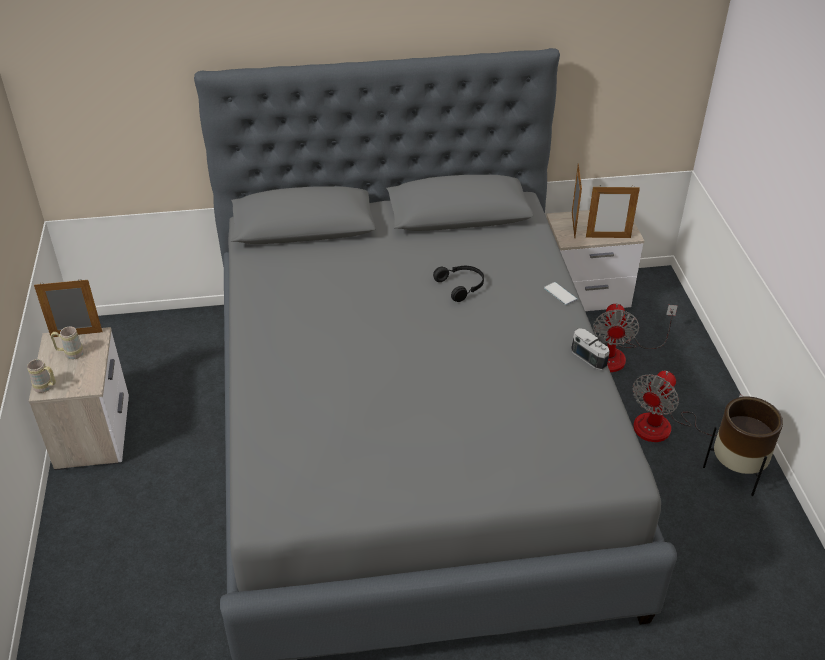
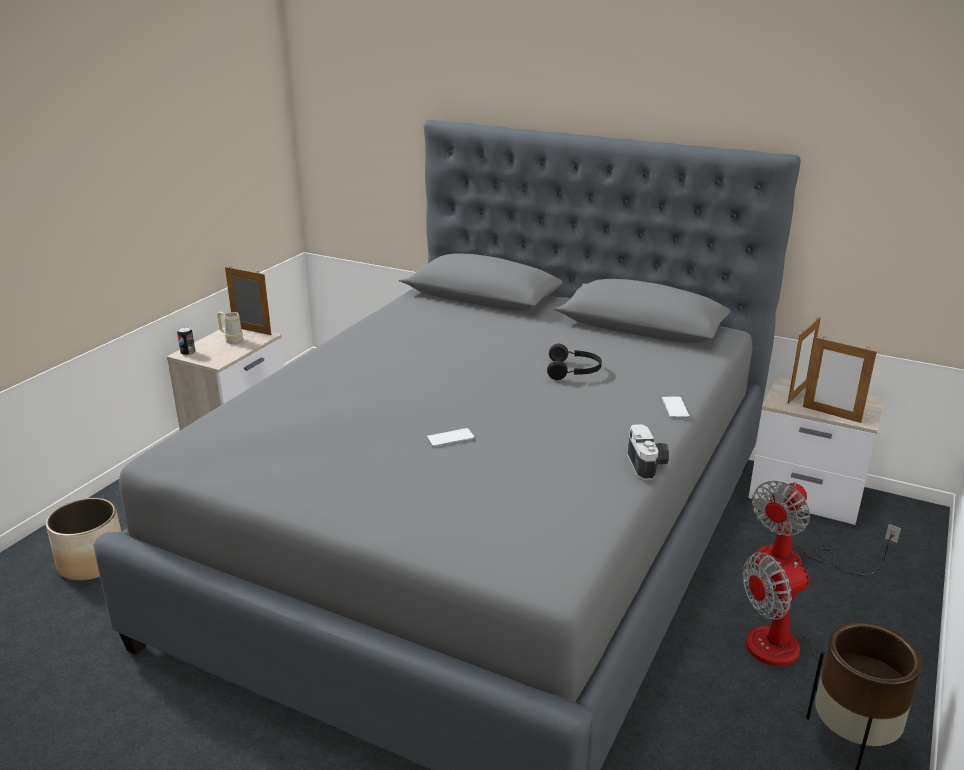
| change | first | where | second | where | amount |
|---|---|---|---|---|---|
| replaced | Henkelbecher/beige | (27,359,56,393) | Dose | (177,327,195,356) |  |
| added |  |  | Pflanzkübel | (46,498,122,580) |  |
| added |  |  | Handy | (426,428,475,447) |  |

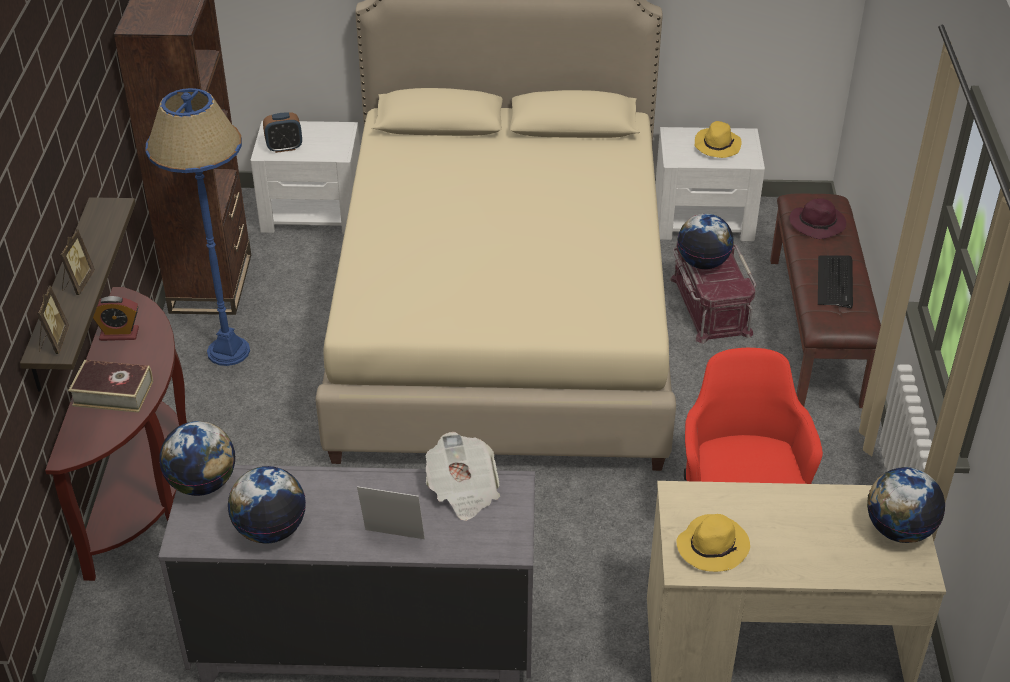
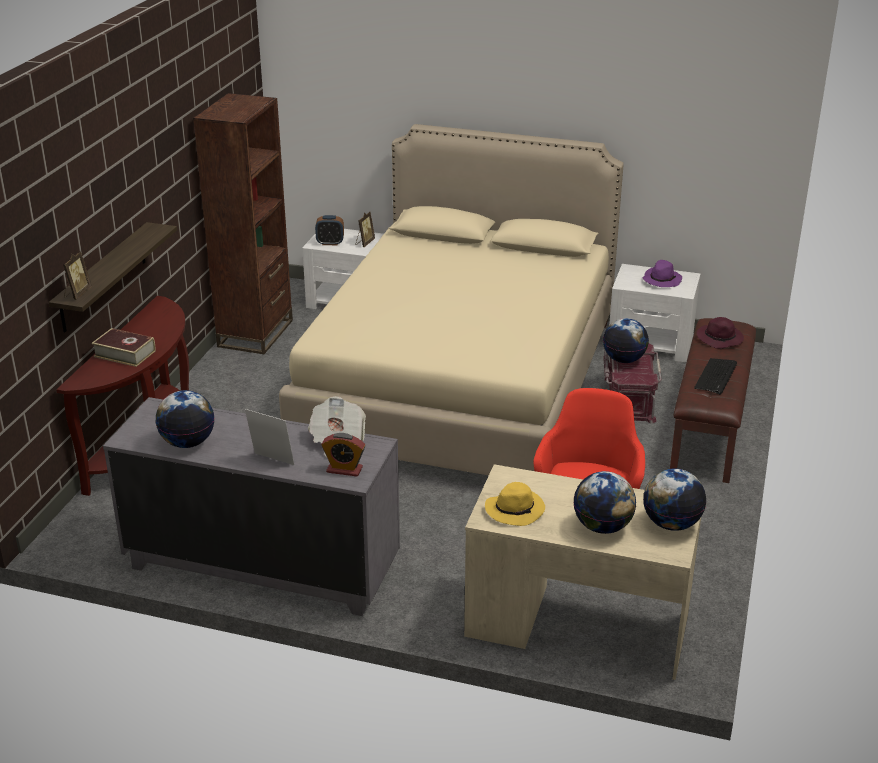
| change | first | where | second | where | amount |
|---|---|---|---|---|---|
| moved | Bilderrahmen | (59,229,95,295) |  | (356,212,375,247) |  |
| moved | Wecker | (93,296,139,341) |  | (322,433,365,477) |  |
| removed | Stehlampe/blau | (145,88,250,366) |  |  |  |
| moved | Globus | (159,421,235,496) |  | (573,471,636,534) |  |
| recoloured | Hut/gelb | (694,121,742,158) | Hut/lila | (642,260,682,287) |  |

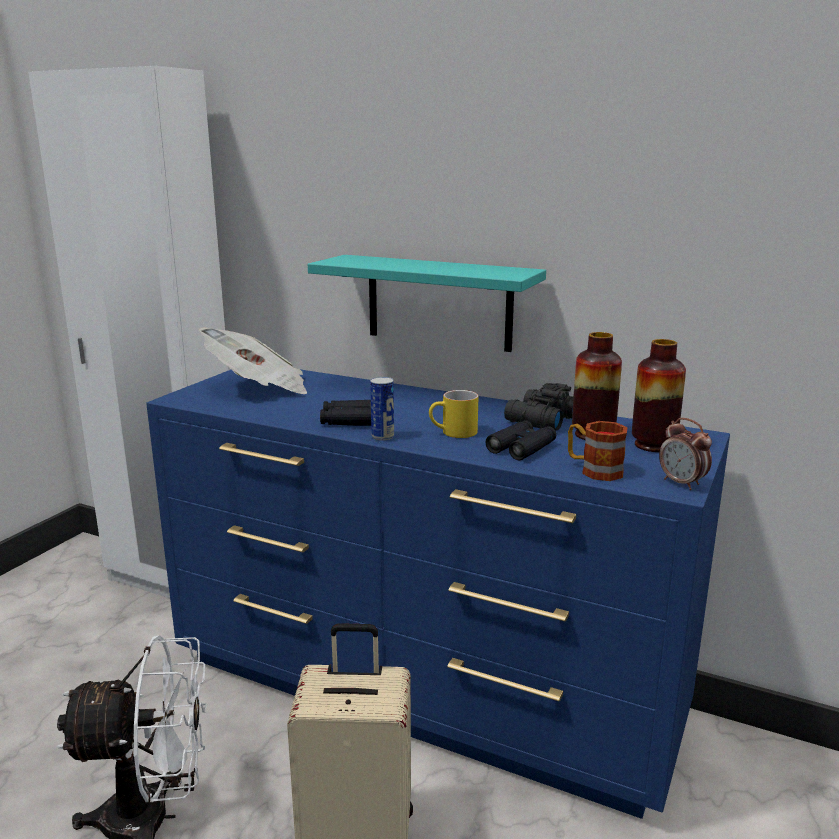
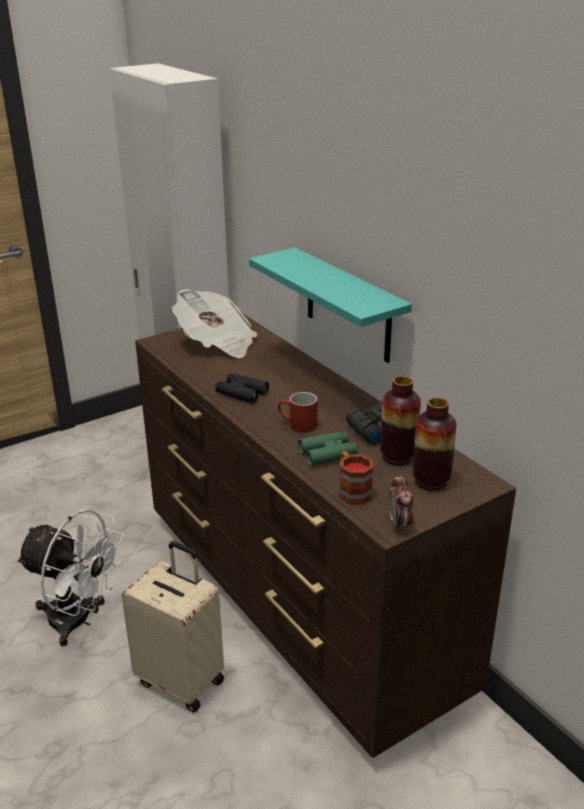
| change | first | where | second | where | amount |
|---|---|---|---|---|---|
| recoloured | Kommode/blau | (146,369,730,819) | Kommode/braun | (135,313,516,758) |  |
| removed | Dose | (370,377,394,441) |  |  |  |
| recoloured | Henkelbecher/gelb | (429,390,479,438) | Henkelbecher/rot | (278,392,318,433) |  |
| recoloured | Fernglas/schwarz | (486,420,556,461) | Fernglas/grün | (298,431,358,466) |  |

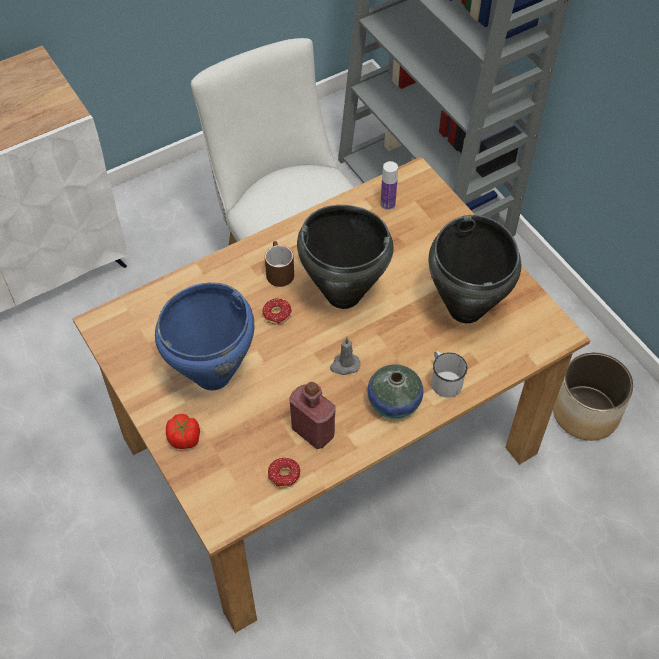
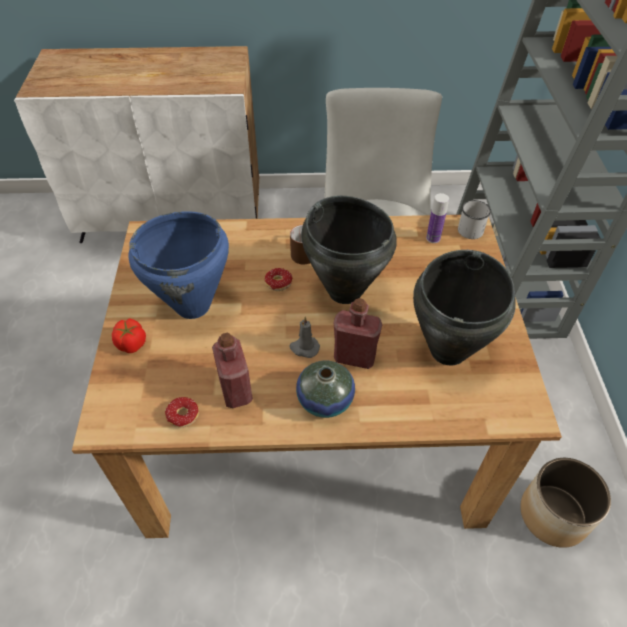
| change | first | where | second | where | amount |
|---|---|---|---|---|---|
| moved | Henkelbecher/weiß | (432,351,468,398) |  | (458,200,491,239) |  |
| added |  |  | Flasche/rot | (334,298,382,369) |  |

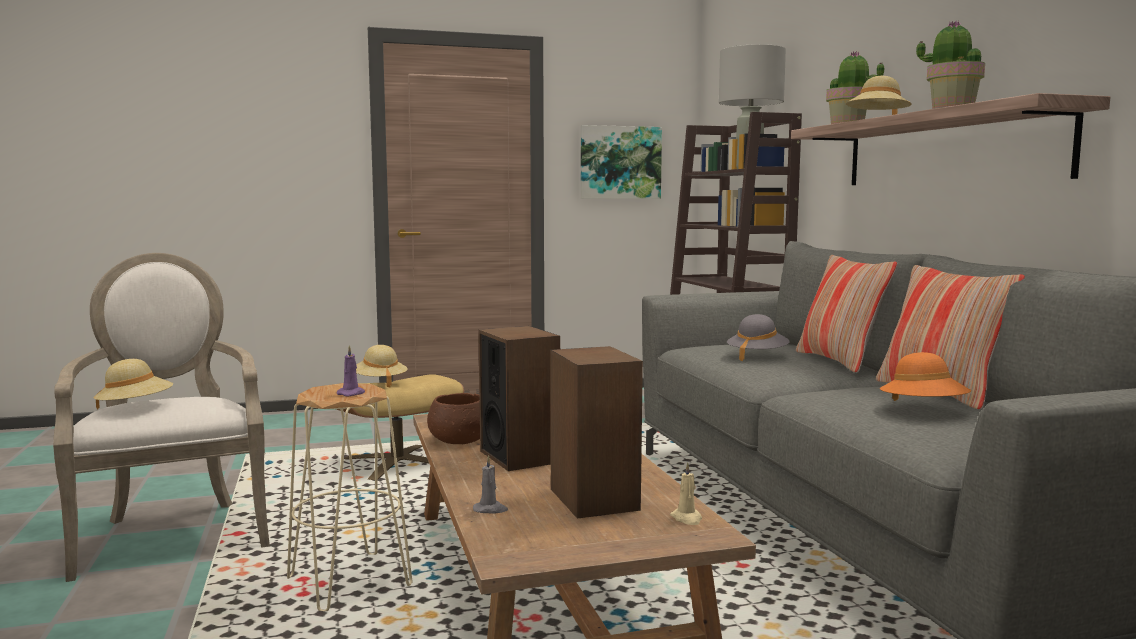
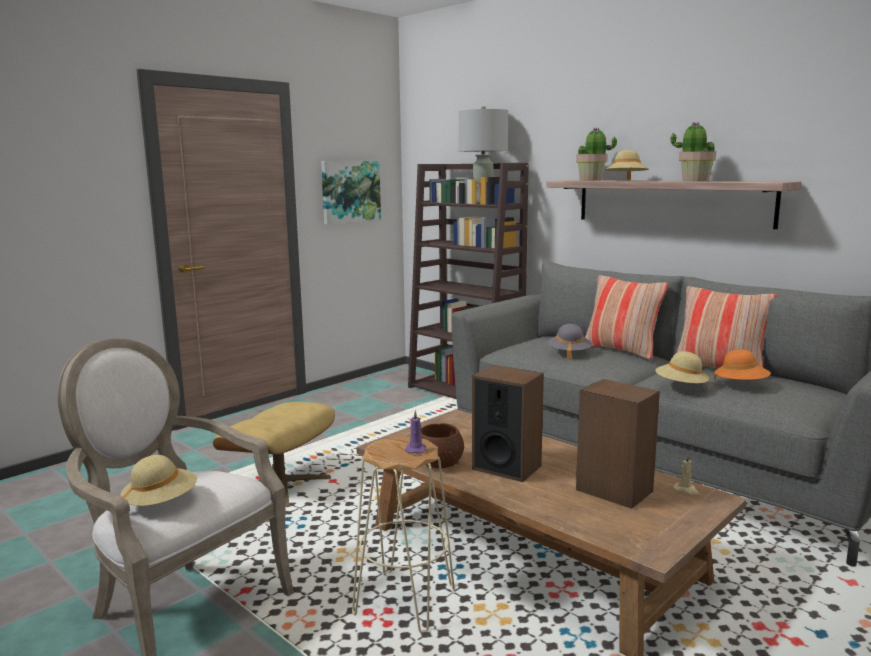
| change | first | where | second | where | amount |
|---|---|---|---|---|---|
| moved | Hut/beige | (356,345,408,387) |  | (655,351,710,391) |  |
| removed | Kerze/grau | (473,455,508,514) |  |  |  |

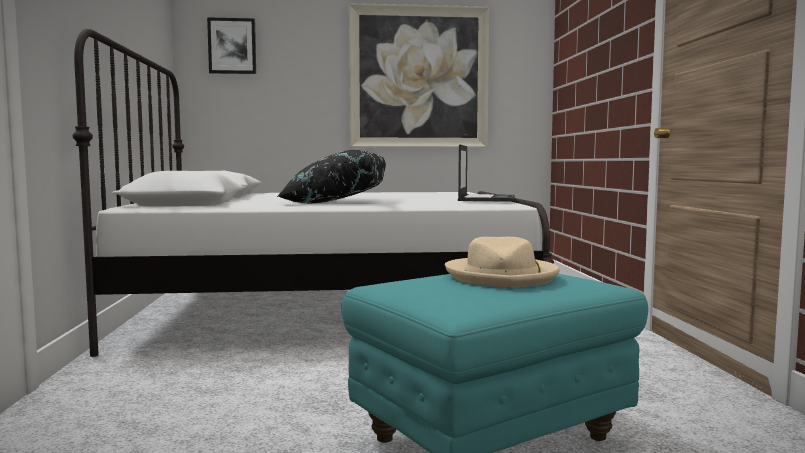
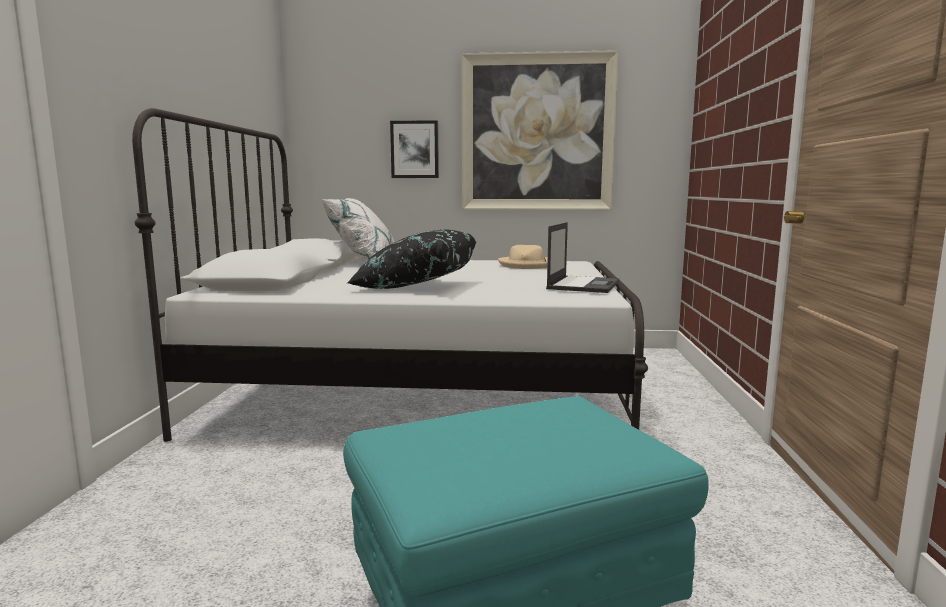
| change | first | where | second | where | amount |
|---|---|---|---|---|---|
| moved | Bild | (207,17,256,74) |  | (390,120,439,178) |  |
| moved | Hut/beige | (445,237,560,288) |  | (498,245,548,269) |  |
| added |  |  | Kissen/weiß | (322,198,394,262) |  |

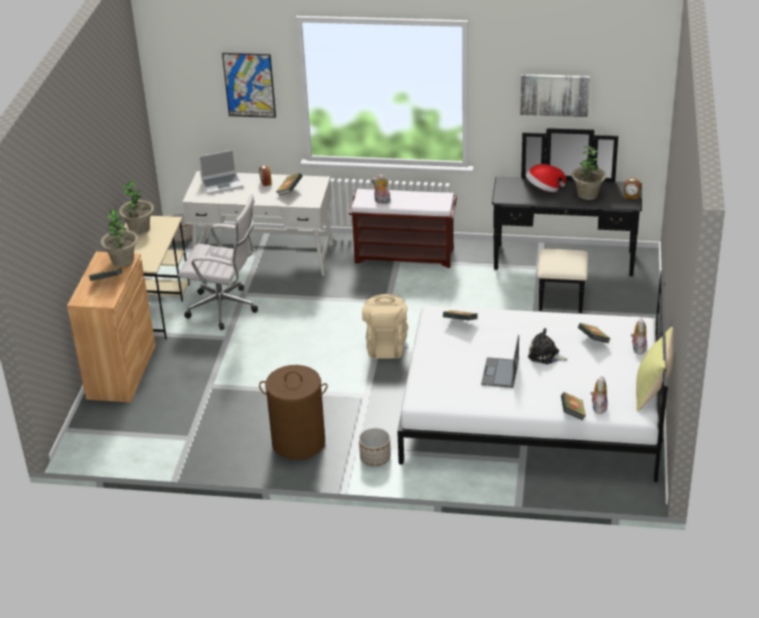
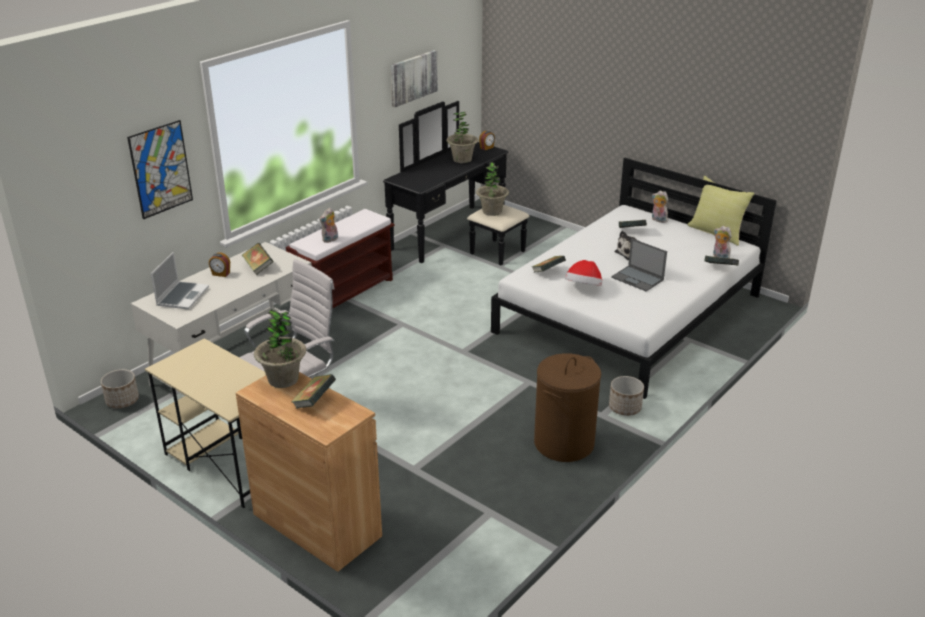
| change | first | where | second | where | amount |
|---|---|---|---|---|---|
| moved | Topfpflanze | (119,180,154,234) |  | (476,162,509,216) |  |
| removed | Rucksack/beige | (362,294,408,358) |  |  |  |
| moved | Hut | (526,164,566,192) |  | (565,260,602,286) |  |

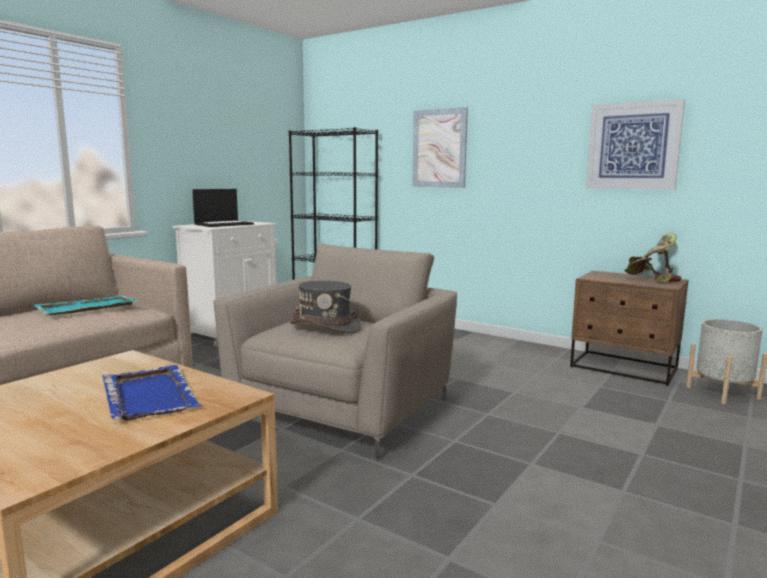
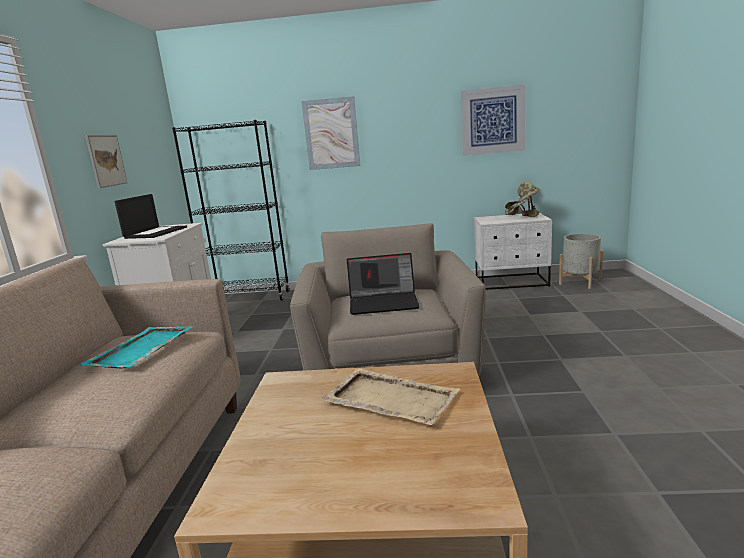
| change | first | where | second | where | amount |
|---|---|---|---|---|---|
| recoloured | Tablett/blau | (102,365,202,421) | Tablett/beige | (321,368,460,425) |  |
| replaced | Hut/grau | (290,281,361,334) | Laptop | (347,253,420,315) |  |
| recoloured | Nachttisch/braun | (570,271,688,386) | Nachttisch/weiß | (474,213,552,290) |  |
| added |  |  | Bild | (85,135,128,188) |  |

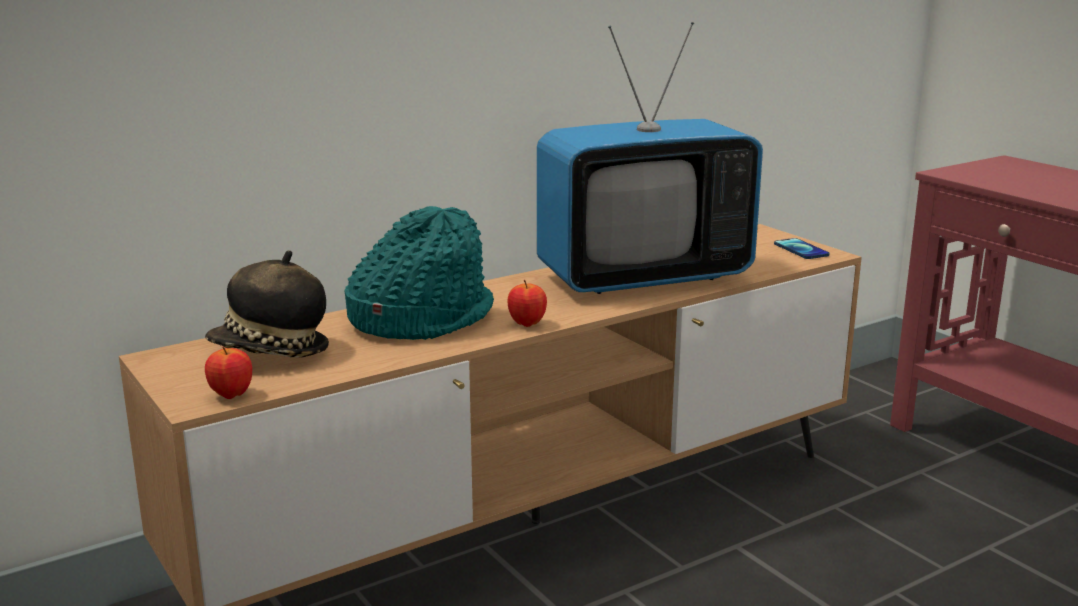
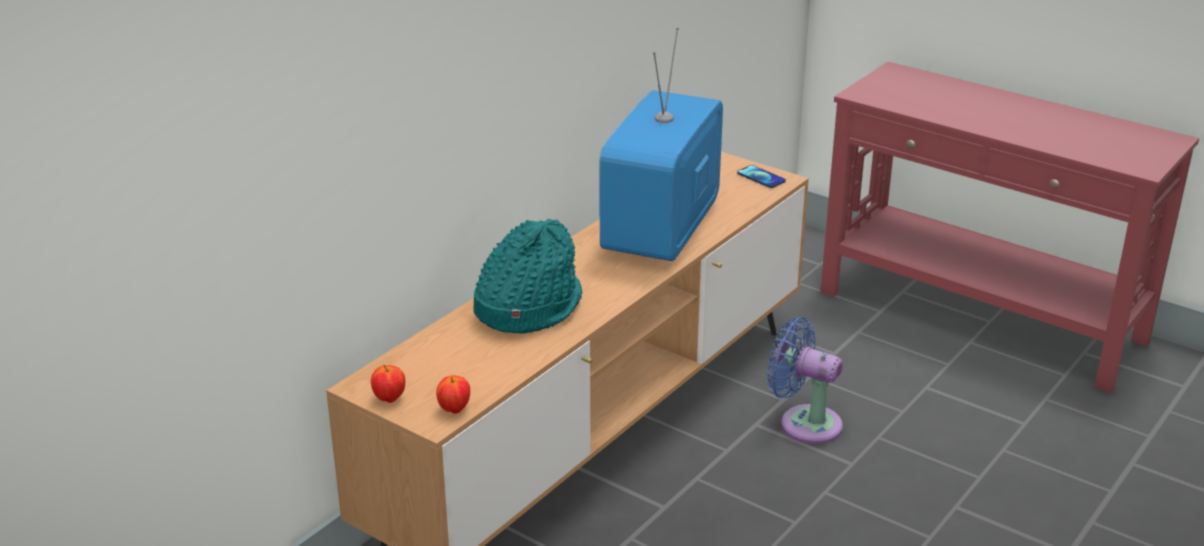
| change | first | where | second | where | amount |
|---|---|---|---|---|---|
| removed | Hut | (205,251,329,358) |  |  |  |
| moved | Apfel | (507,280,547,327) |  | (371,365,405,403) |  |
| turned | Fernseher | (537,22,763,294) |  | (600,28,723,261) | 150 degrees clockwise |
| added |  |  | Ventilator/blau | (766,317,843,444) |  |

